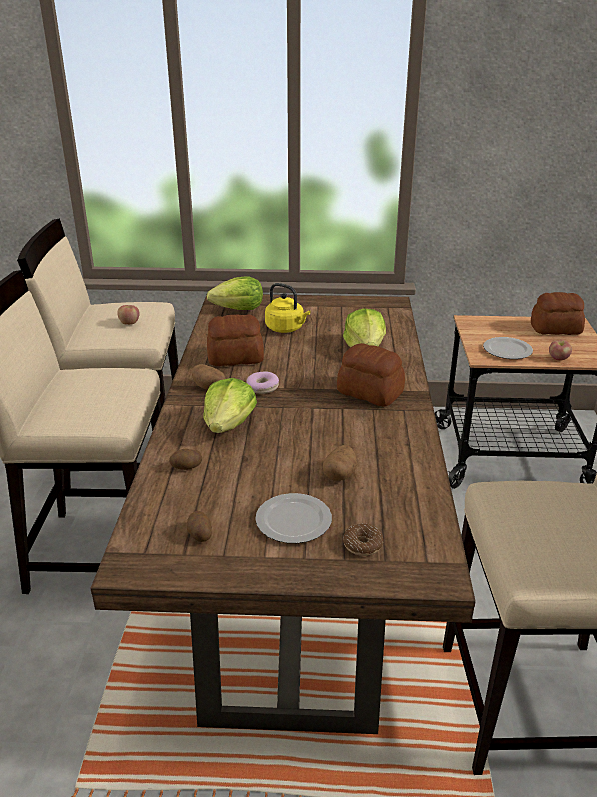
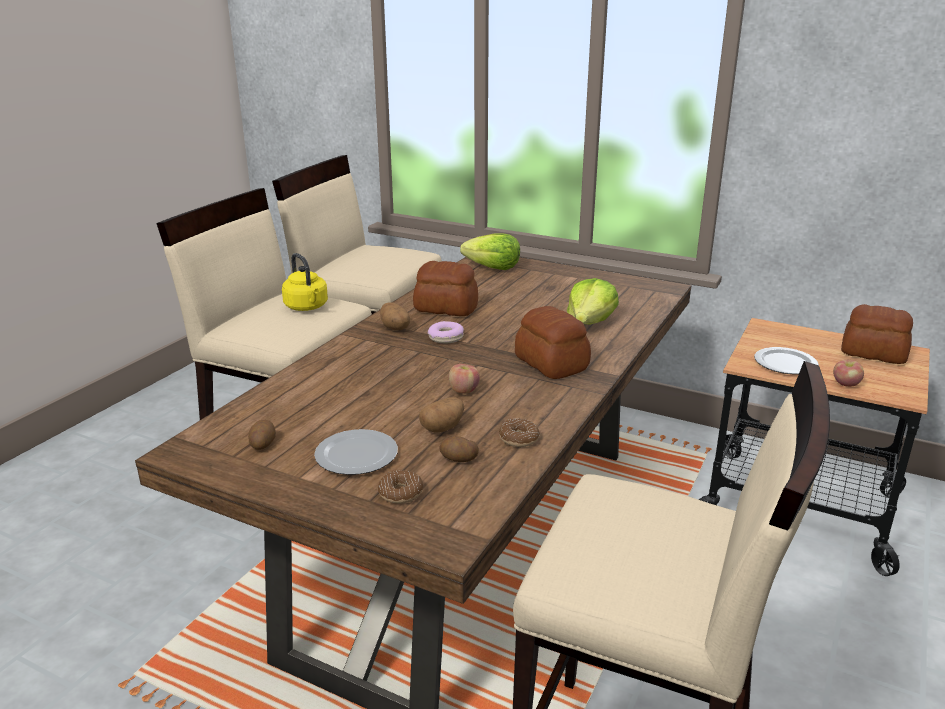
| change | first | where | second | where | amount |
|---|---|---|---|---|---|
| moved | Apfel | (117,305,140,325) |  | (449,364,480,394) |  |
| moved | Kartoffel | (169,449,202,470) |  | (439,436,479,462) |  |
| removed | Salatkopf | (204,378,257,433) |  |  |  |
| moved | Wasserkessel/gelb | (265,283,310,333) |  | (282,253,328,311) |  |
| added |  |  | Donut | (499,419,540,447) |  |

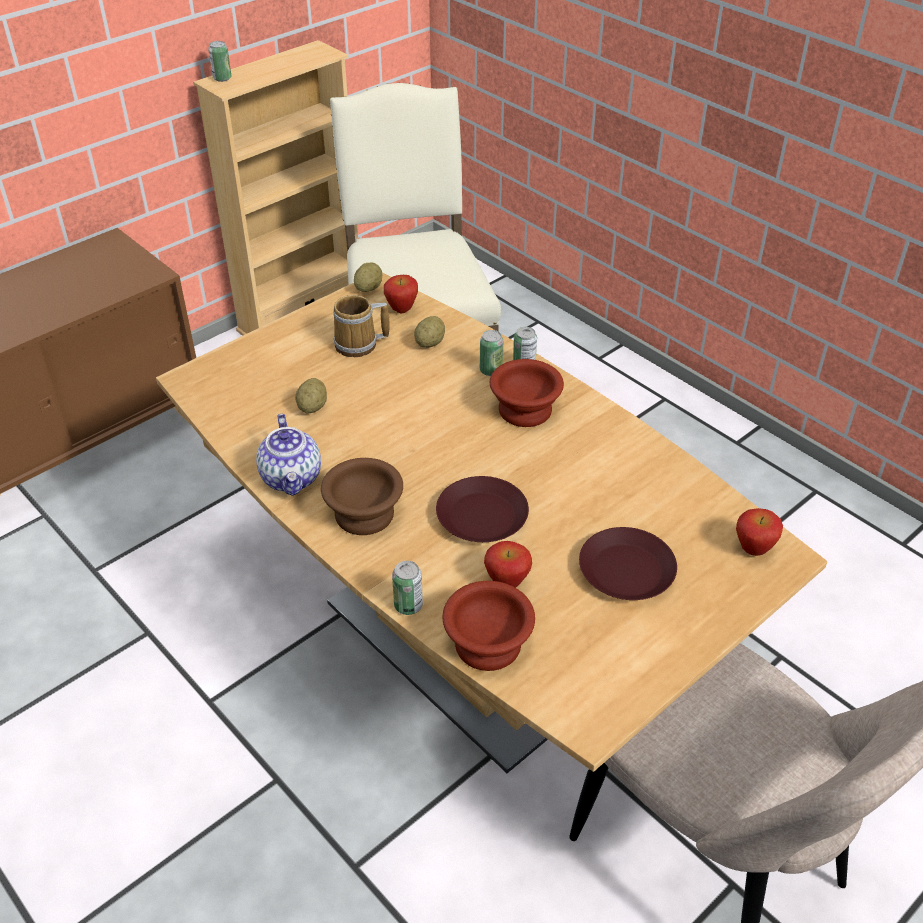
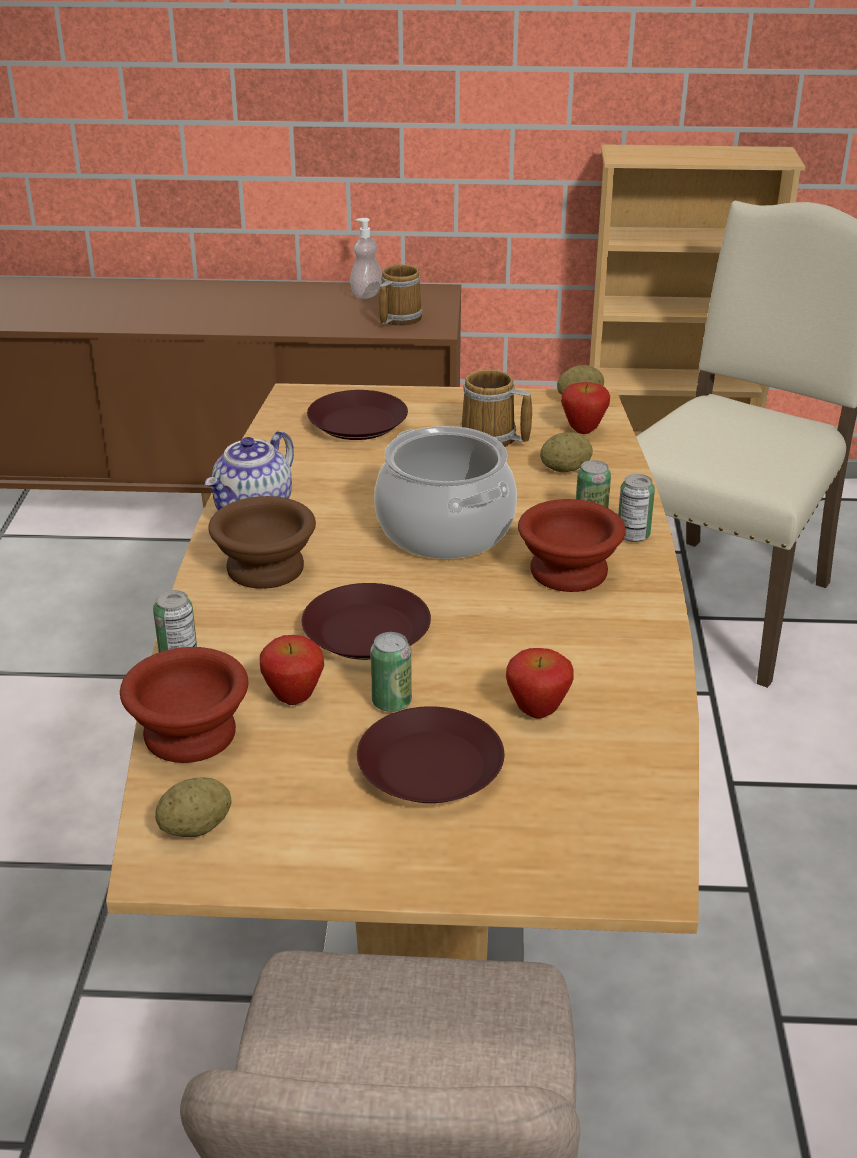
| change | first | where | second | where | amount |
|---|---|---|---|---|---|
| moved | Dose | (208,41,232,82) |  | (370,632,412,712) |  |
| moved | Kartoffel | (295,378,327,414) |  | (155,778,231,837) |  |
| moved | Apfel | (736,508,783,556) |  | (506,648,574,718) |  |
| added |  |  | Teller/braun | (307,390,408,440) |  |
| added |  |  | Seifenspender | (350,218,382,299) |  |
| added |  |  | Kochtopf | (374,426,517,559) |  |
| added |  |  | Henkelbecher | (379,264,423,326) |  |

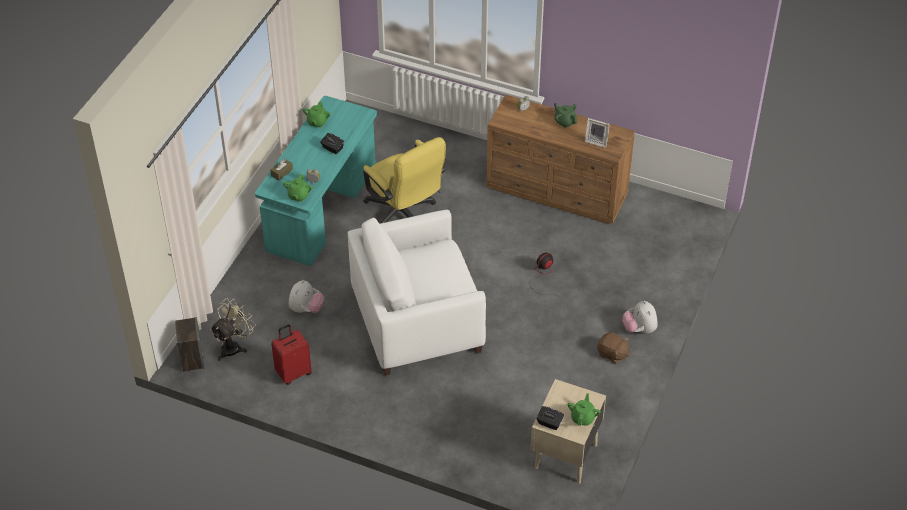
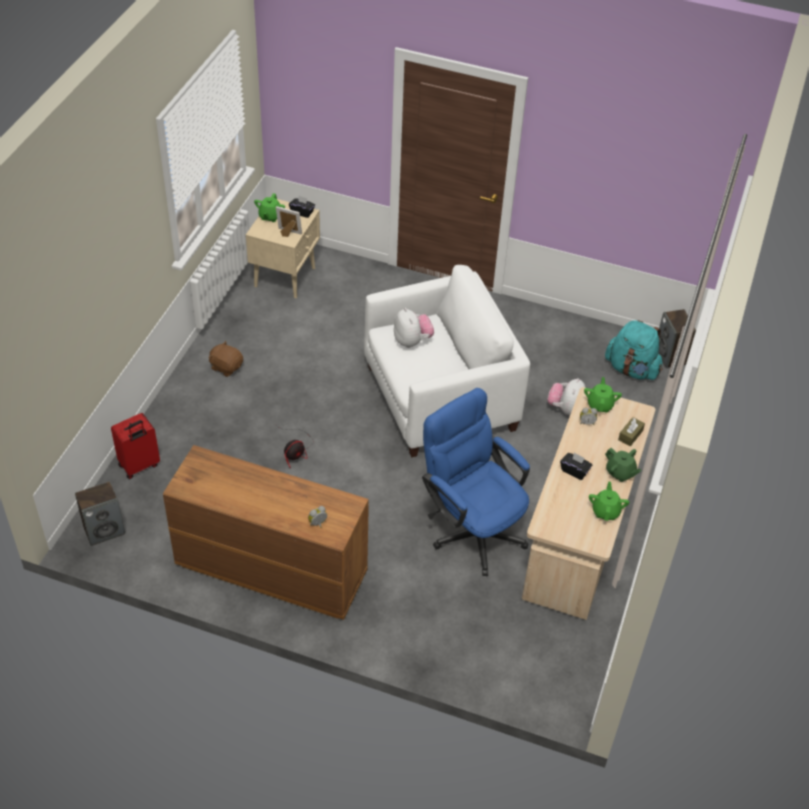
| change | first | where | second | where | amount |
|---|---|---|---|---|---|
| replaced | Ventilator/beige | (210,298,256,361) | Rucksack/türkis | (605,320,663,380) |  |
| recoloured | Schreibtisch/türkis | (255,96,377,266) | Schreibtisch/beige | (522,387,656,620) |  |
| moved | Koffer/rot | (271,324,312,385) |  | (111,413,160,479) |  |
| recoloured | Bürostuhl/gelb | (363,137,446,224) | Bürostuhl/blau | (422,388,530,576) |  |
| moved | Teekanne/grün | (554,103,577,128) |  | (605,448,642,482) |  |
| moved | Bilderrahmen | (585,118,610,148) |  | (276,206,302,237) |  |
| moved | Plüschtier | (622,300,657,334) |  | (394,308,434,348) |  |
| added |  |  | Lautsprecher | (75,481,125,546) |  |

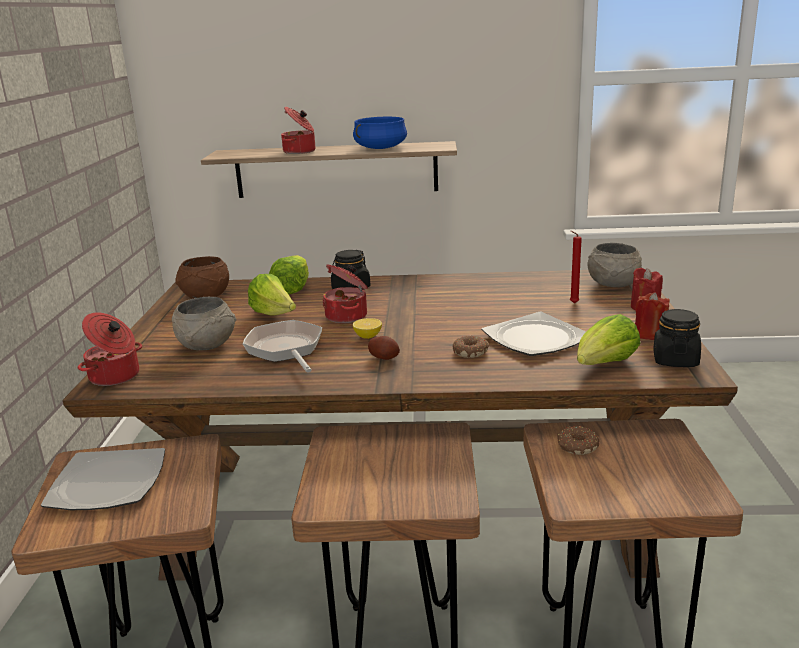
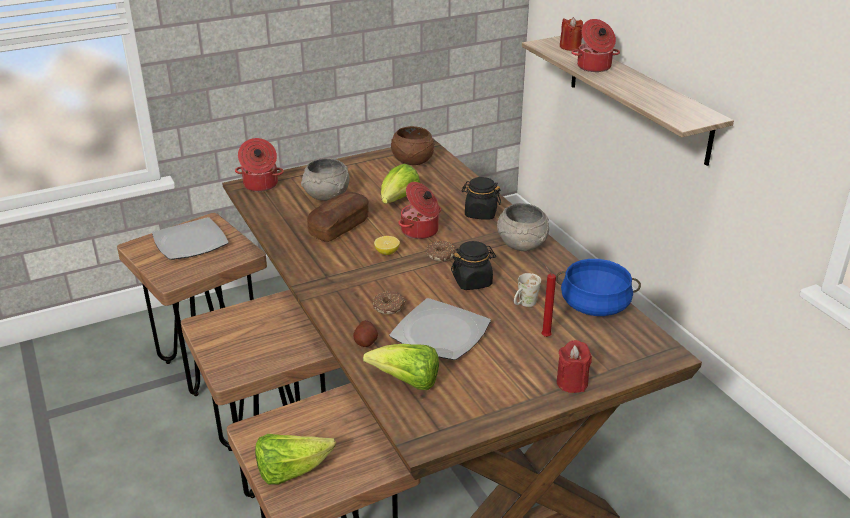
| change | first | where | second | where | amount |
|---|---|---|---|---|---|
| replaced | Pfanne | (242,320,322,372) | Brot | (307,192,369,242) |  |
| moved | Salatkopf | (269,255,309,294) |  | (255,434,336,485) |  |
| moved | Kochtopf/blau | (353,117,407,149) |  | (556,259,641,316) |  |
| moved | Kartoffel | (368,336,400,360) |  | (353,320,378,347) |  |
| moved | Donut | (557,426,599,455) |  | (426,241,456,261) |  |
| moved | Schüssel/grau | (587,243,642,287) |  | (497,203,549,251) |  |
| moved | Kerze/rot | (635,292,670,340) |  | (560,17,583,51) |  |
| moved | Vorratsglas/schwarz | (653,309,701,367) |  | (451,241,496,290) |  |
| added |  |  | Henkelbecher/weiß | (514,273,541,307) |  |

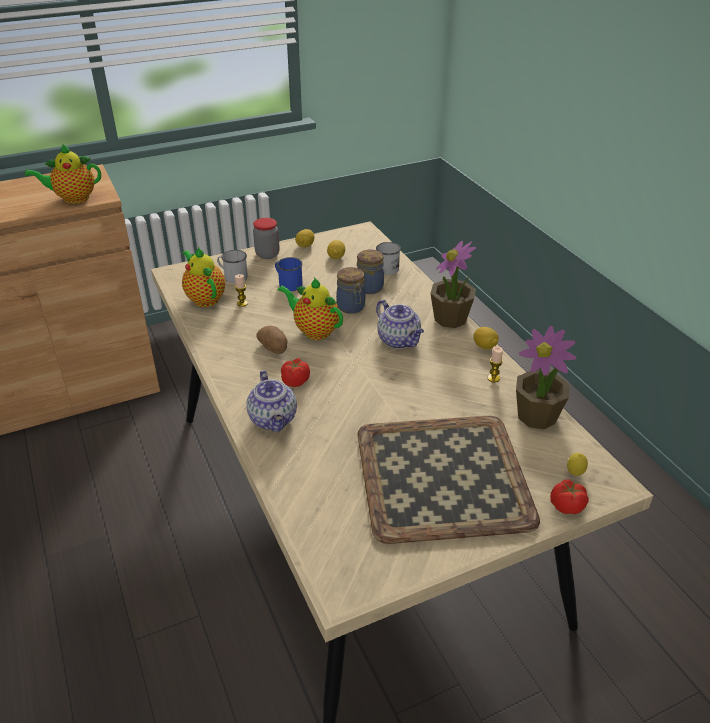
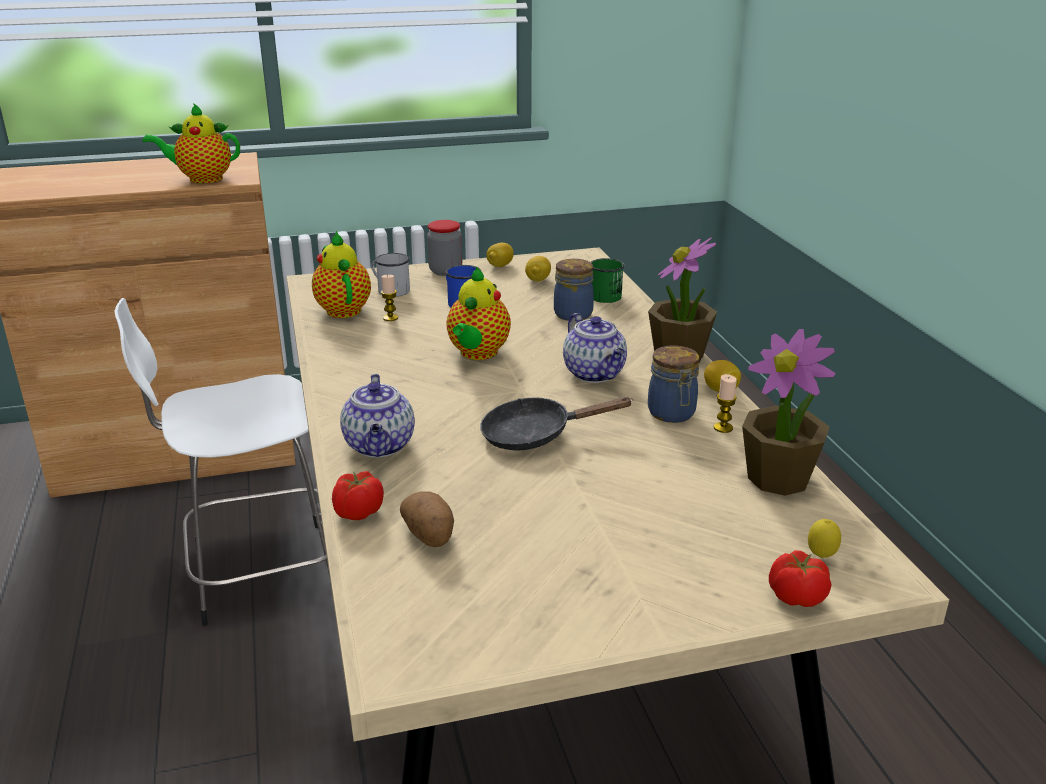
| change | first | where | second | where | amount |
|---|---|---|---|---|---|
| moved | Kartoffel | (256,326,287,354) |  | (400,491,454,547) |  |
| turned | Teekanne | (277,277,343,340) |  | (446,267,511,360) | 120 degrees counterclockwise |
| moved | Tomate | (281,358,310,387) |  | (332,471,384,520) |  |
| moved | Vorratsglas | (336,267,365,314) |  | (648,345,699,423) |  |
| removed | Tablett | (357,416,540,544) |  |  |  |
| recoloured | Henkelbecher/weiß | (376,242,401,275) | Henkelbecher/grün | (591,258,625,303) |  |
| added |  |  | Hocker/weiß | (114,298,331,626) |  |
| added |  |  | Pfanne/schwarz | (480,397,632,450) |  |

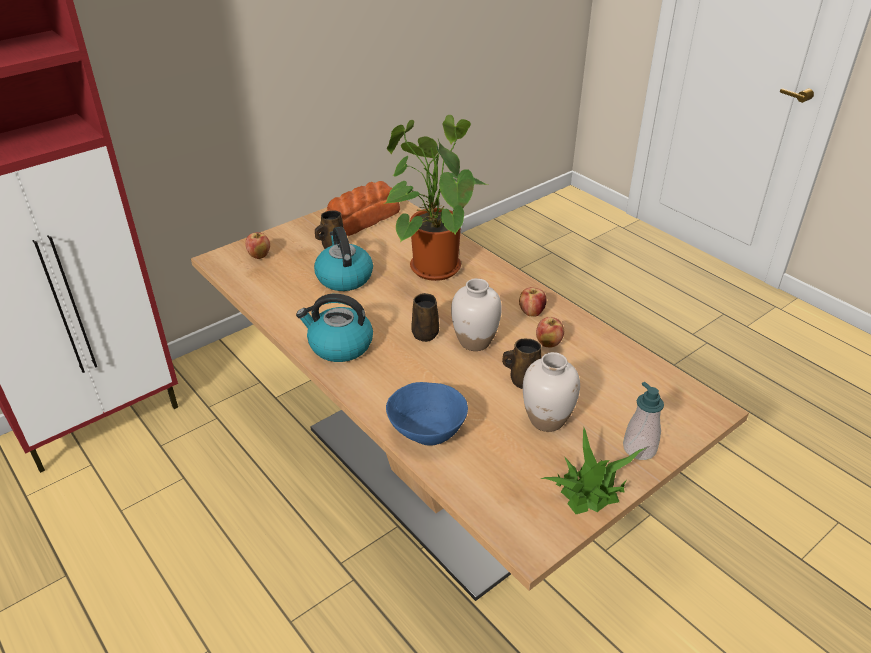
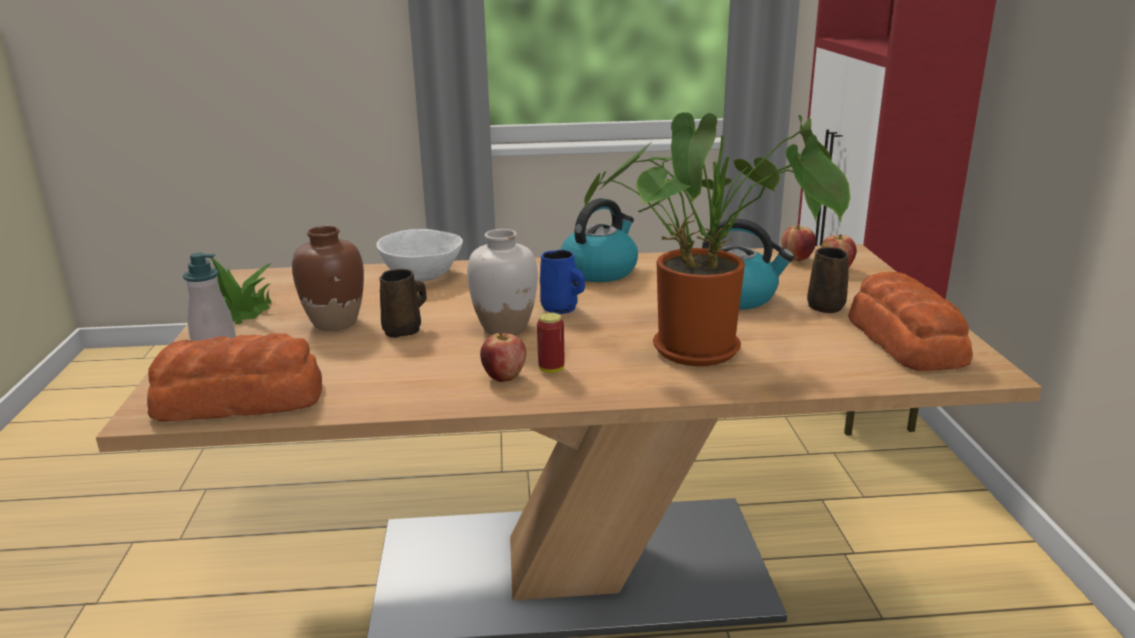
| change | first | where | second | where | amount |
|---|---|---|---|---|---|
| recoloured | Schüssel/blau | (386,382,468,446) | Schüssel/weiß | (376,229,463,282) |  |
| recoloured | Henkelbecher/braun | (411,293,439,342) | Henkelbecher/blau | (540,250,585,314) |  |
| recoloured | Vase/weiß | (523,352,580,432) | Vase/braun | (292,226,364,331) |  |
| moved | Apfel | (536,317,564,348) |  | (781,225,816,261) |  |
| added |  |  | Brot | (147,333,322,422) |  |
| added |  |  | Dose | (537,312,564,373) |  |

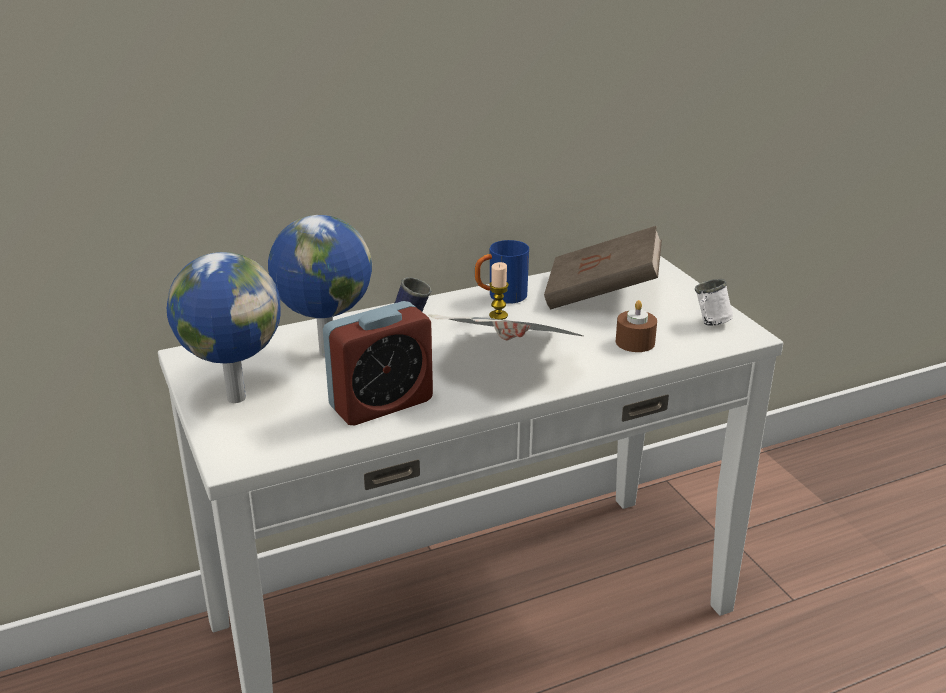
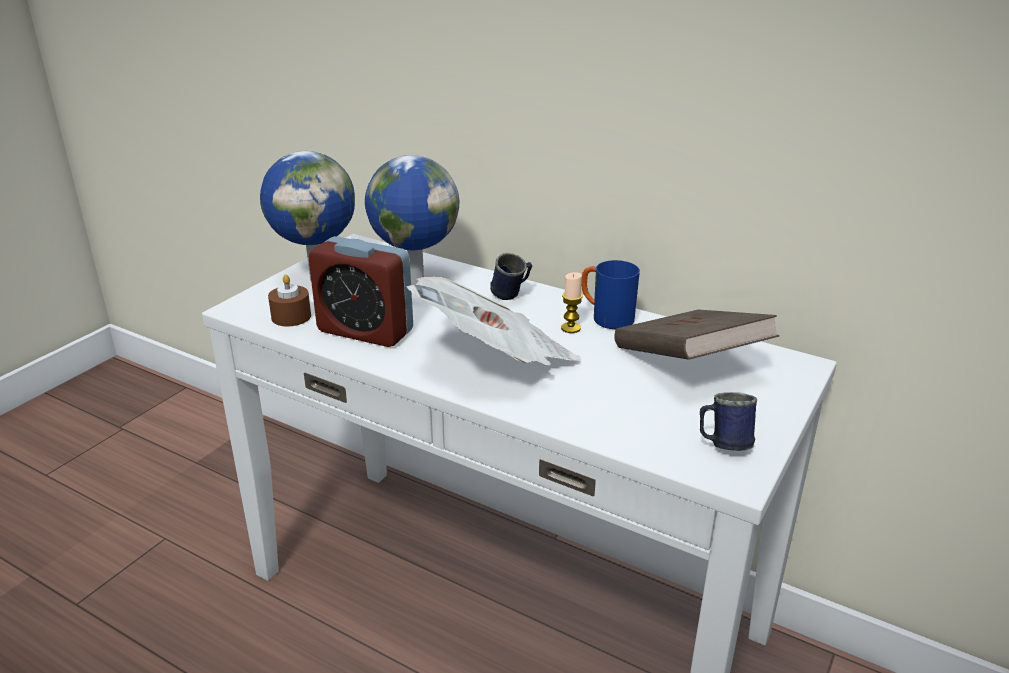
| change | first | where | second | where | amount |
|---|---|---|---|---|---|
| moved | Kerze/braun | (616,300,657,352) |  | (268,274,311,326) |  |
| recoloured | Henkelbecher/weiß | (695,279,733,325) | Henkelbecher/blau | (700,392,757,451) |  |

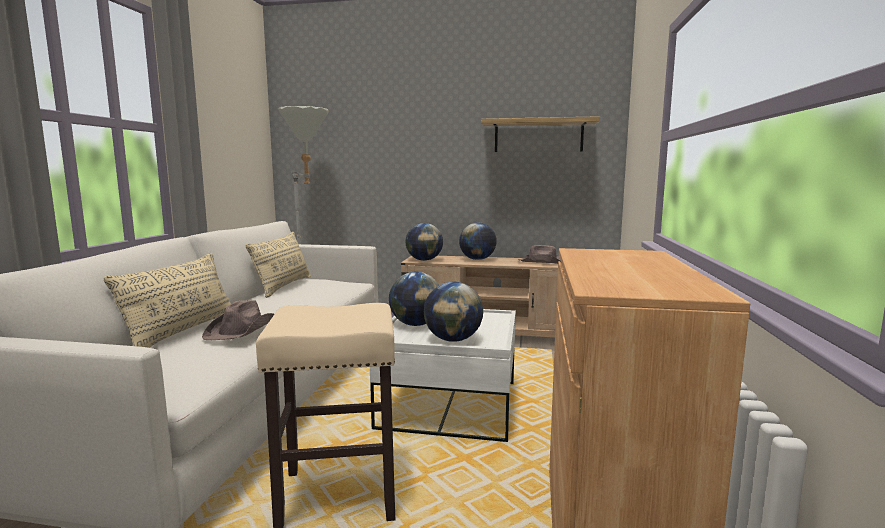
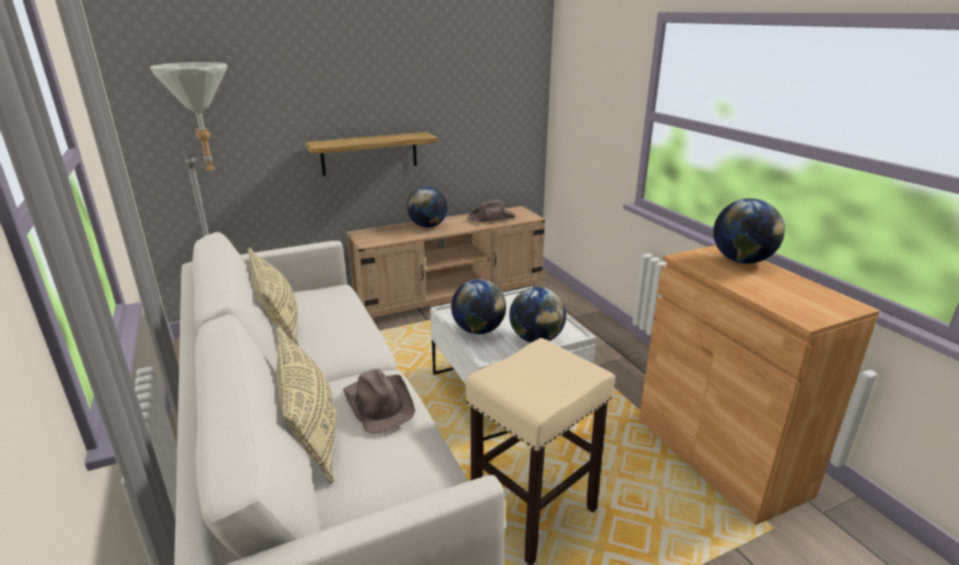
| change | first | where | second | where | amount |
|---|---|---|---|---|---|
| moved | Globus | (405,223,443,261) |  | (713,198,785,264) |  |
| moved | Wandregal | (481,116,600,152) |  | (305,132,438,176) |  |

